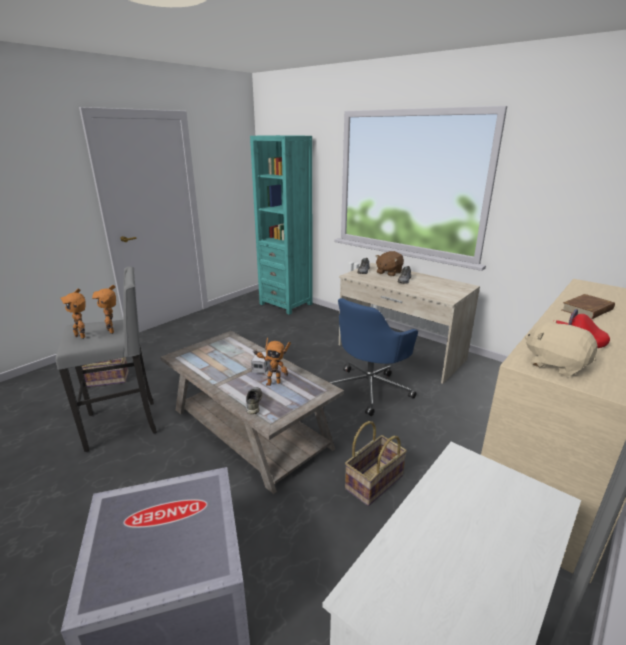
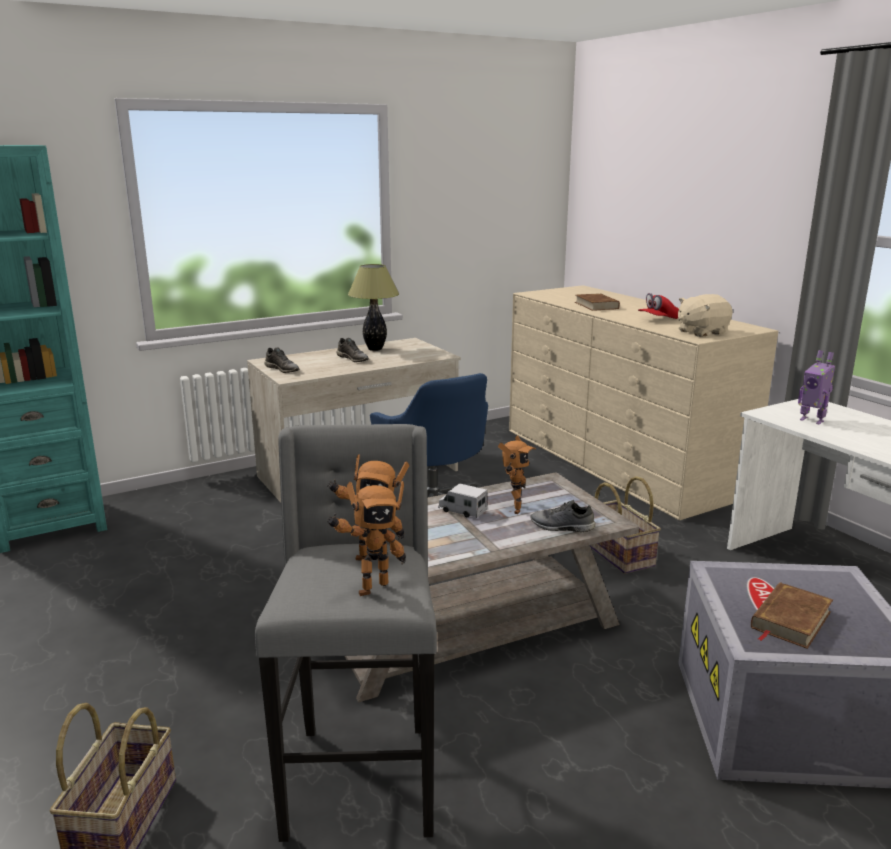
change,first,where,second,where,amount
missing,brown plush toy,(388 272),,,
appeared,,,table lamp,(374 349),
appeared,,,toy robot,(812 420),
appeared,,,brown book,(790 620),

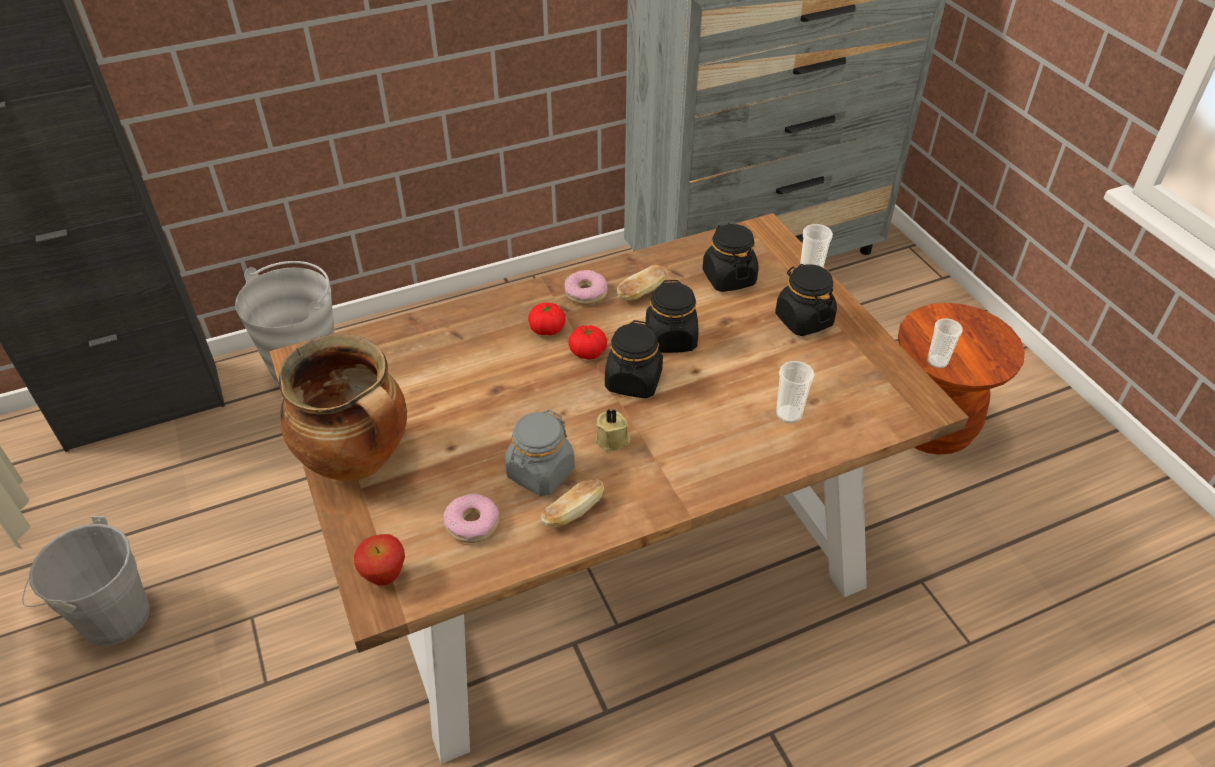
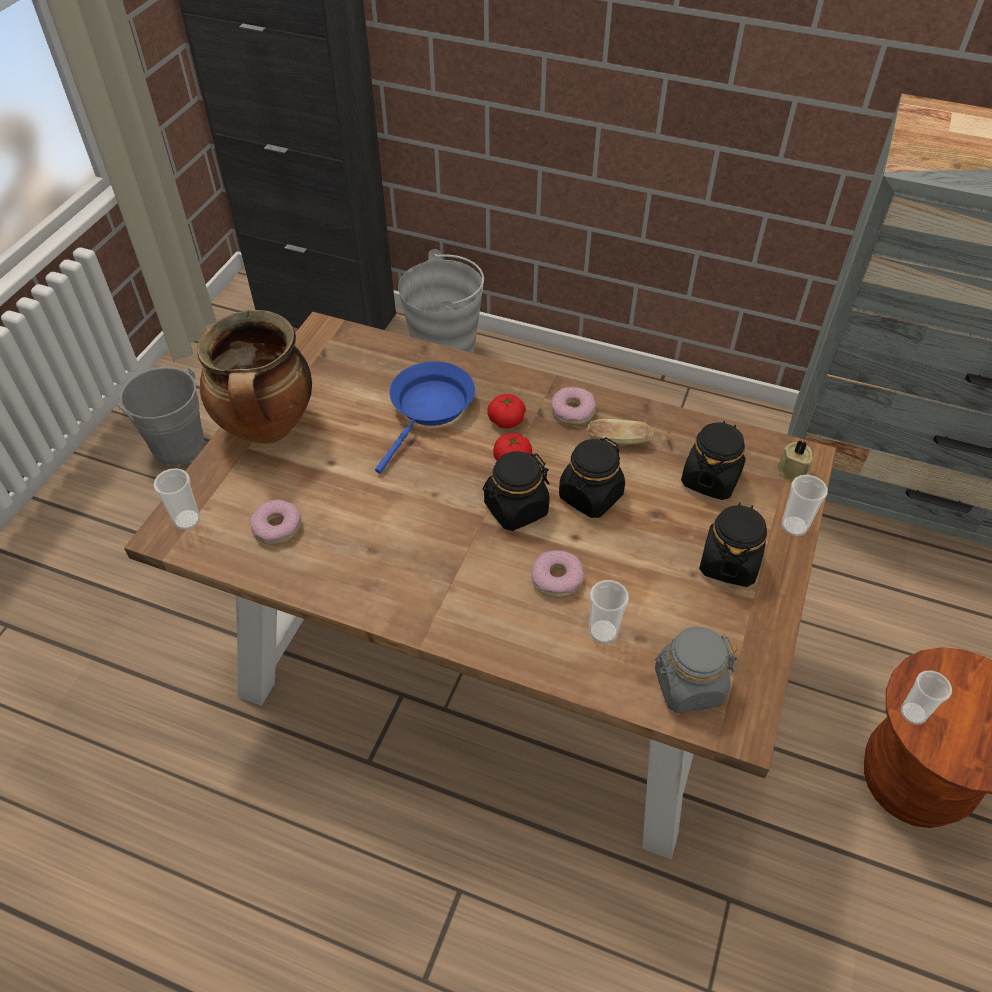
change,first,where,second,where,amount
relocated,beige candle,(613 440),,(793 471),
relocated,grey jar,(540 473),,(688 685),
missing,bread,(573 512),,,
exchanged,apple,(385 577),cup,(187 520),
appeared,,,blue frying pan,(429 409),
appeared,,,donut,(556 579),

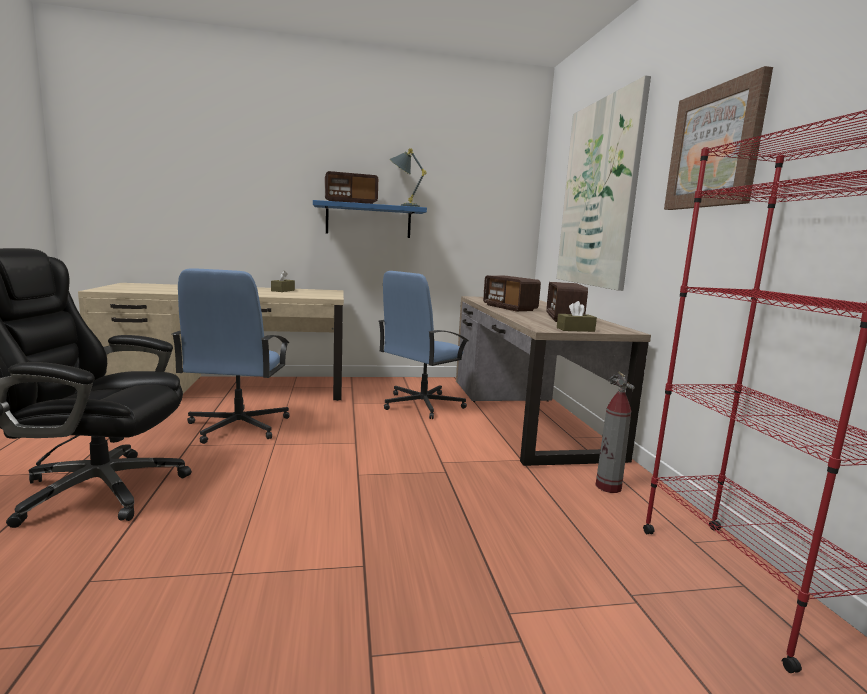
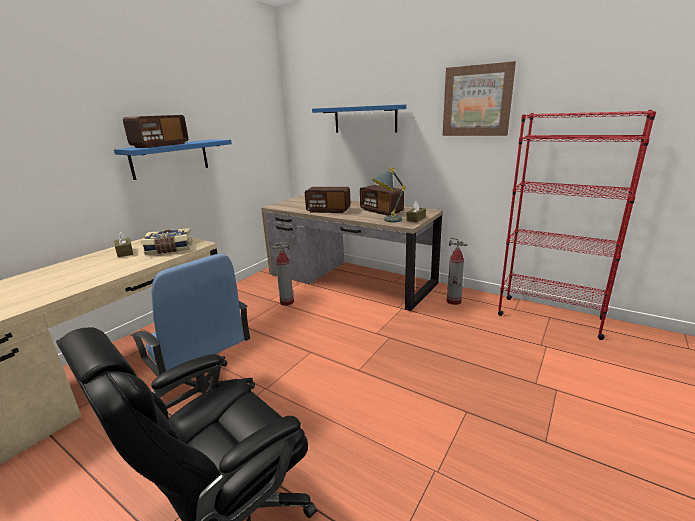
change,first,where,second,where,amount
exchanged,picture,(598 194),blue shelf,(365 119),
relocated,grey table lamp,(403 207),,(387 221),
exchanged,blue office chair,(421 405),fire extinguisher,(286 302),
appeared,,,book,(169 249),

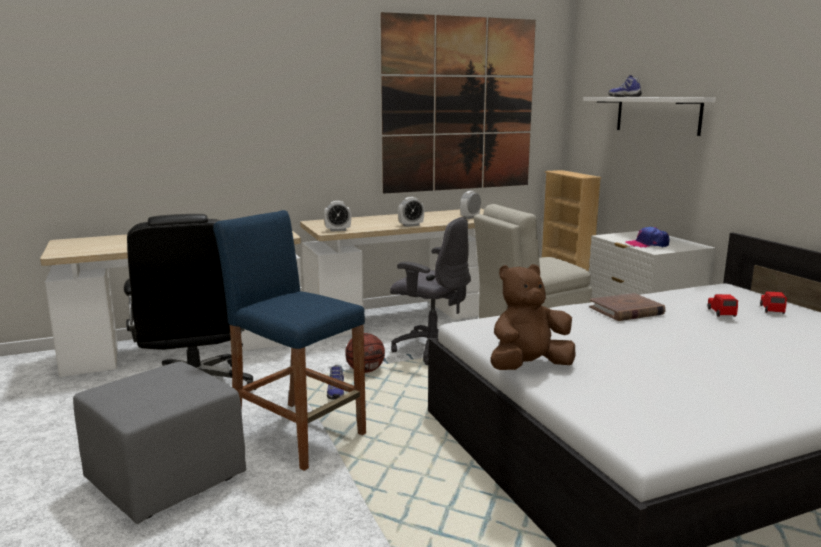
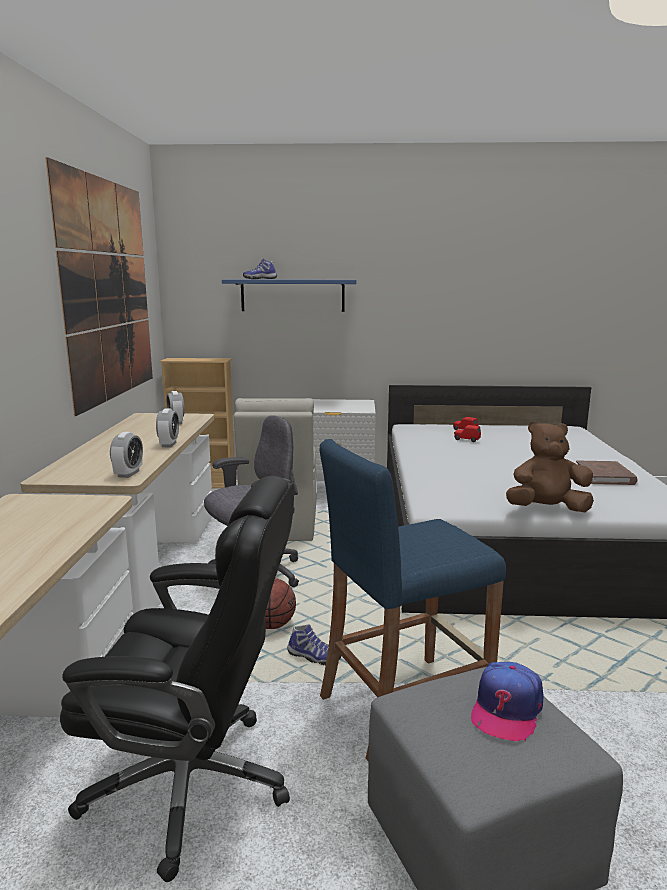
change,first,where,second,where,amount
colour,white shelf,(657 115),blue shelf,(292 295),
relocated,cap,(647 244),,(506 709),
spun,brown plush toy,(528 367),,(546 509),90 degrees clockwise
relocated,brown book,(626 311),,(605 476),

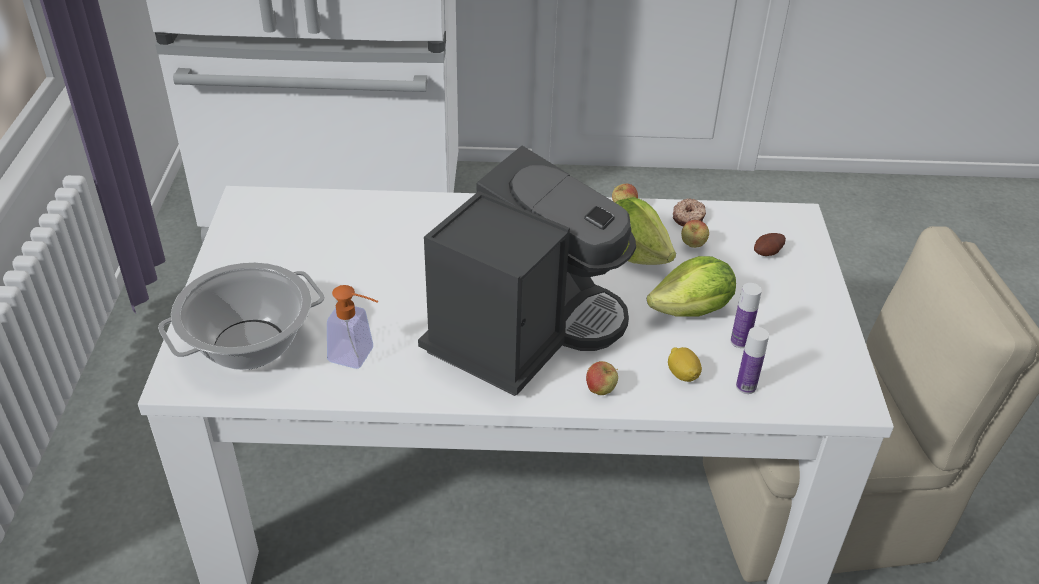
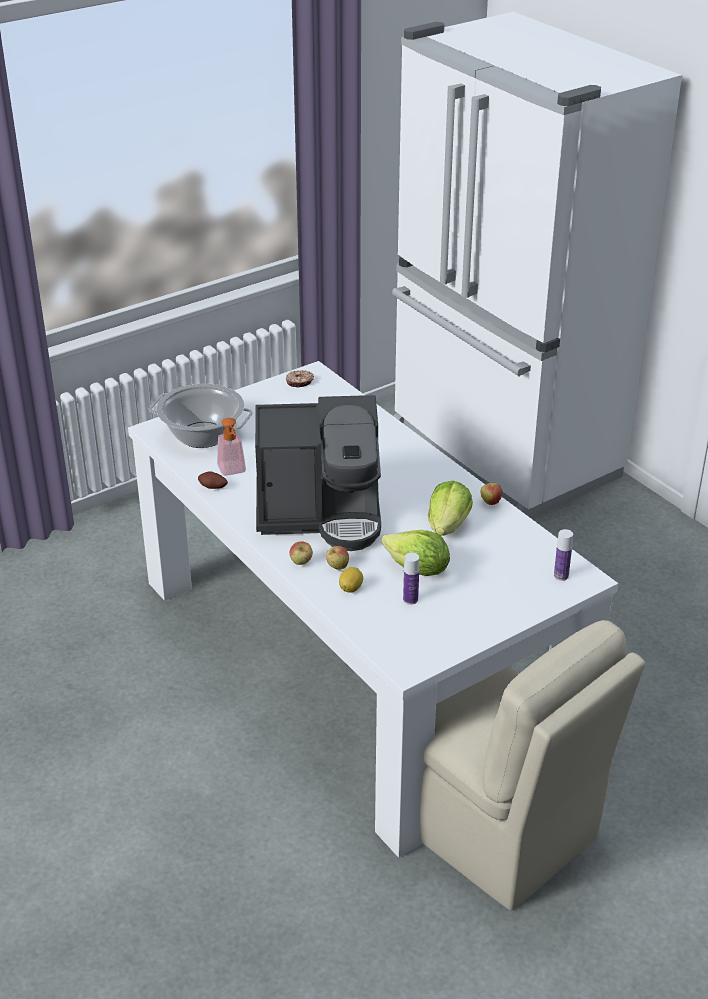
change,first,where,second,where,amount
relocated,donut,(689 218),,(299 382),
relocated,apple,(693 246),,(337 567),
relocated,potato,(768 253),,(212 488),
relocated,bottle,(746 386),,(561 576),

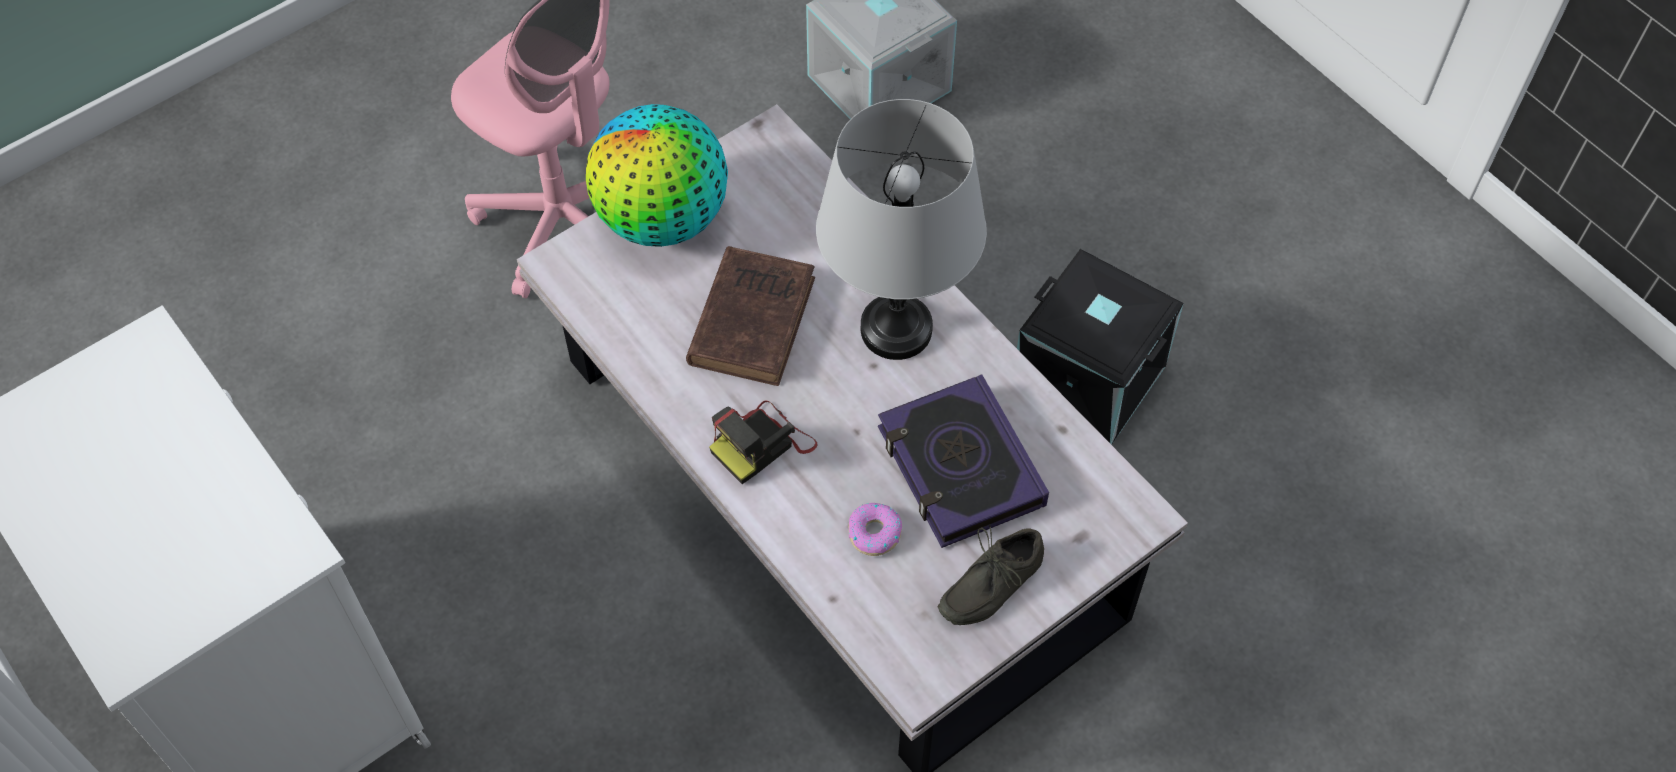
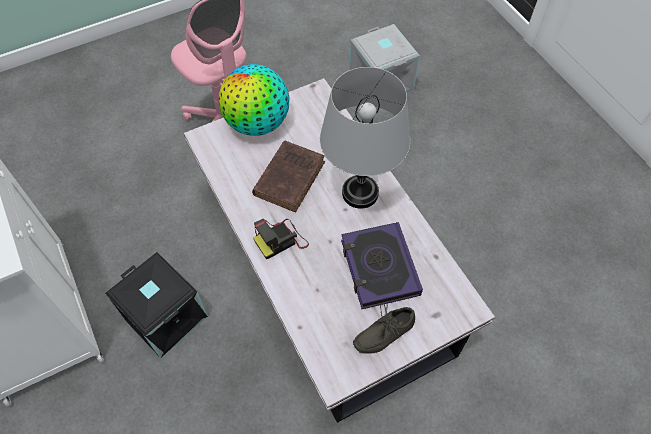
change,first,where,second,where,amount
relocated,black storage box,(1090 377),,(167 316),
missing,donut,(874 533),,,

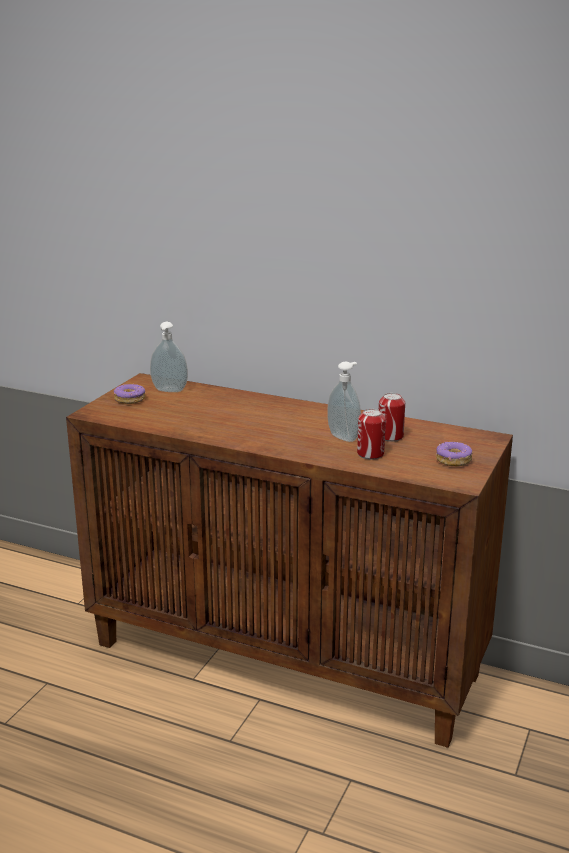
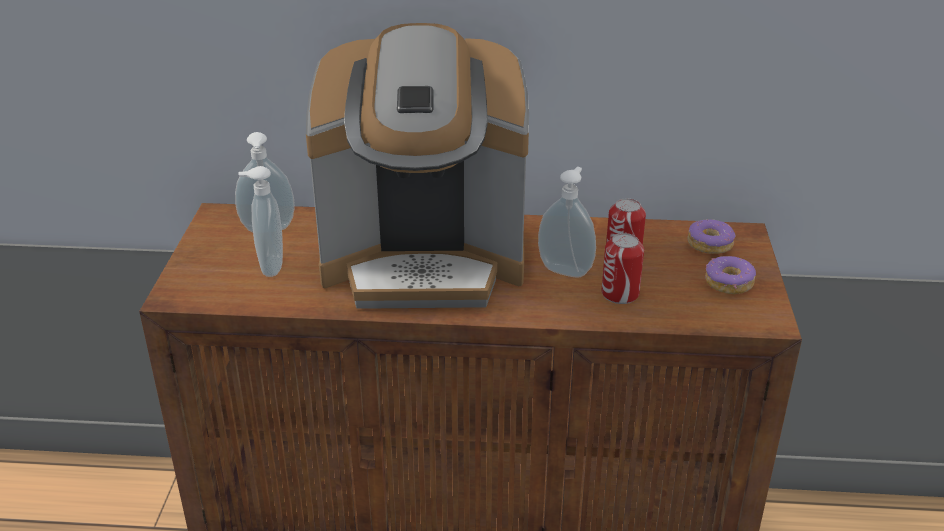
change,first,where,second,where,amount
relocated,donut,(130 399),,(710 244),
appeared,,,coffee machine,(424 261),
appeared,,,soap dispenser,(269 267),

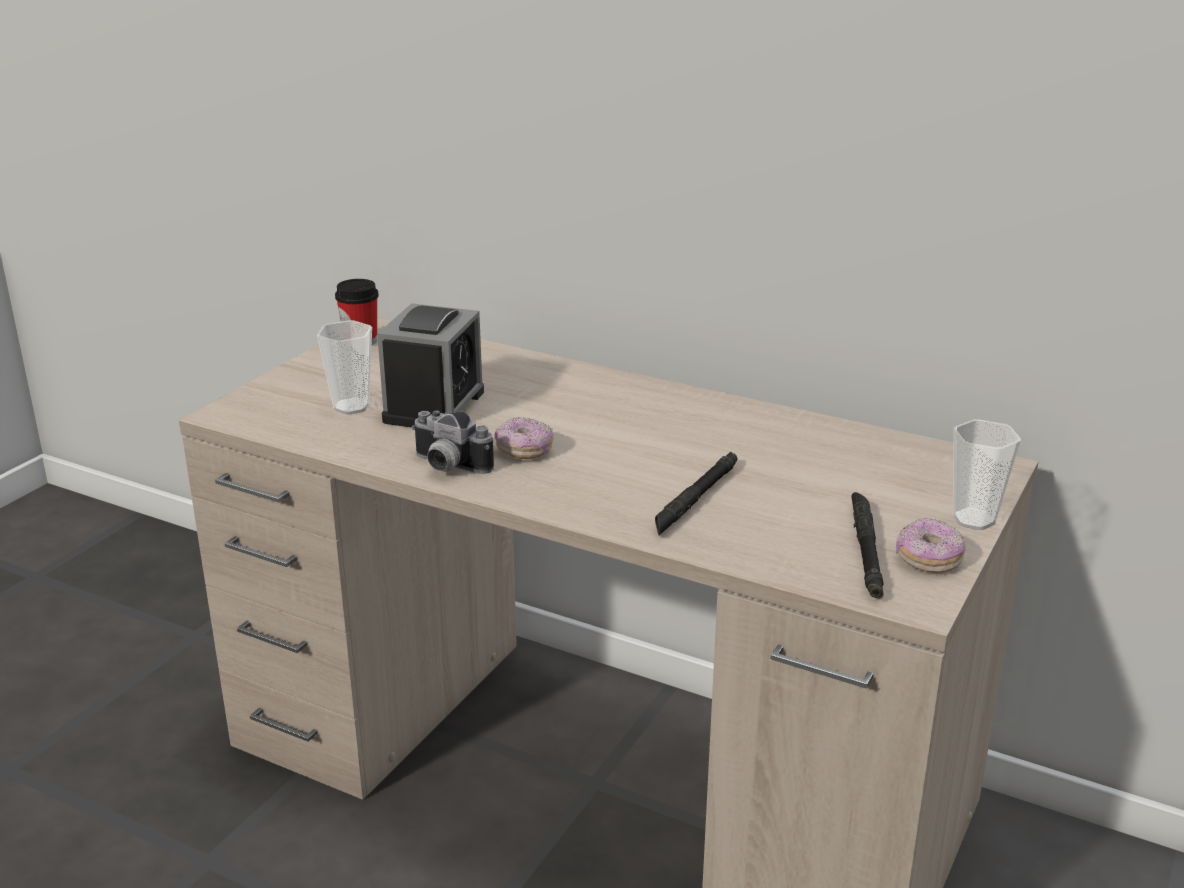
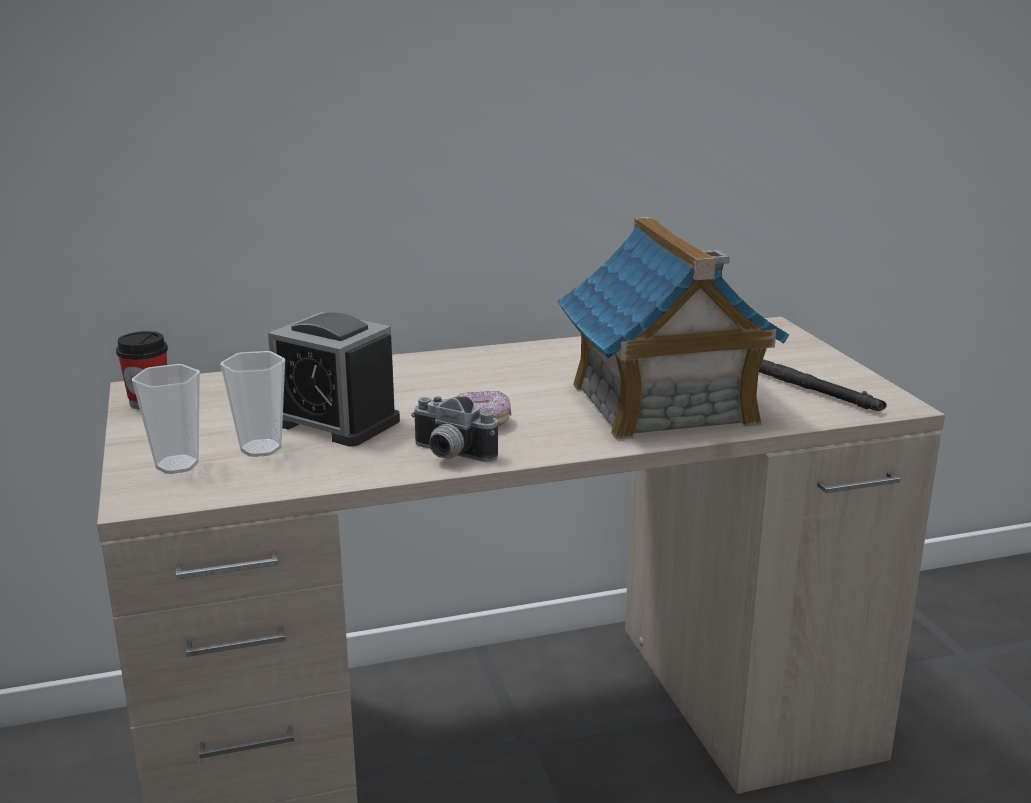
change,first,where,second,where,amount
spun,alarm clock,(434 406),,(336 422),150 degrees clockwise
spun,photo camera,(447 467),,(448 455),45 degrees clockwise
relocated,cup,(974 519),,(177 465),
exchanged,black flashlight,(695 499),toy house,(662 404),
missing,donut,(928 559),,,

